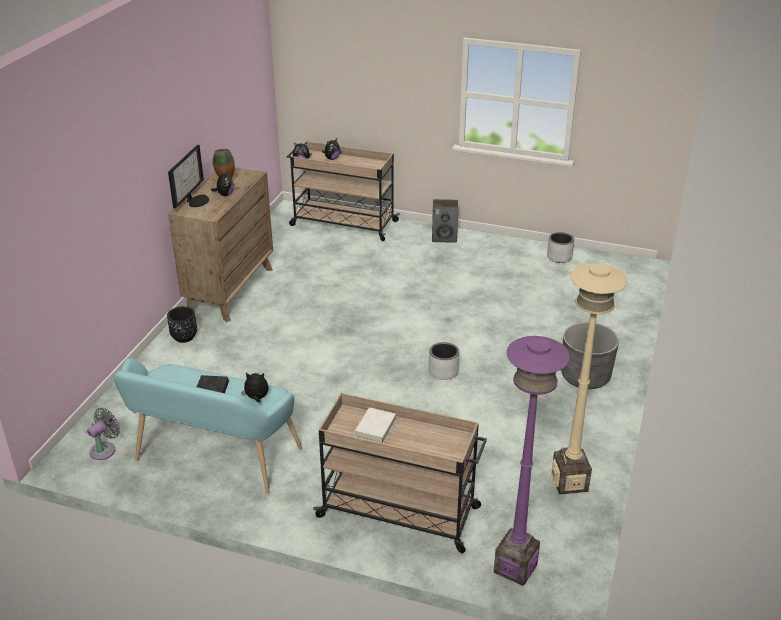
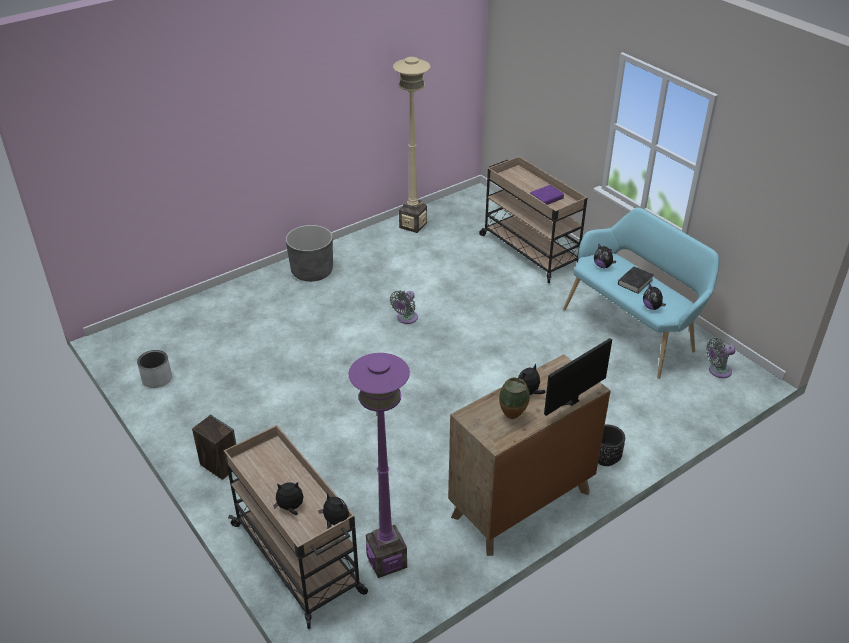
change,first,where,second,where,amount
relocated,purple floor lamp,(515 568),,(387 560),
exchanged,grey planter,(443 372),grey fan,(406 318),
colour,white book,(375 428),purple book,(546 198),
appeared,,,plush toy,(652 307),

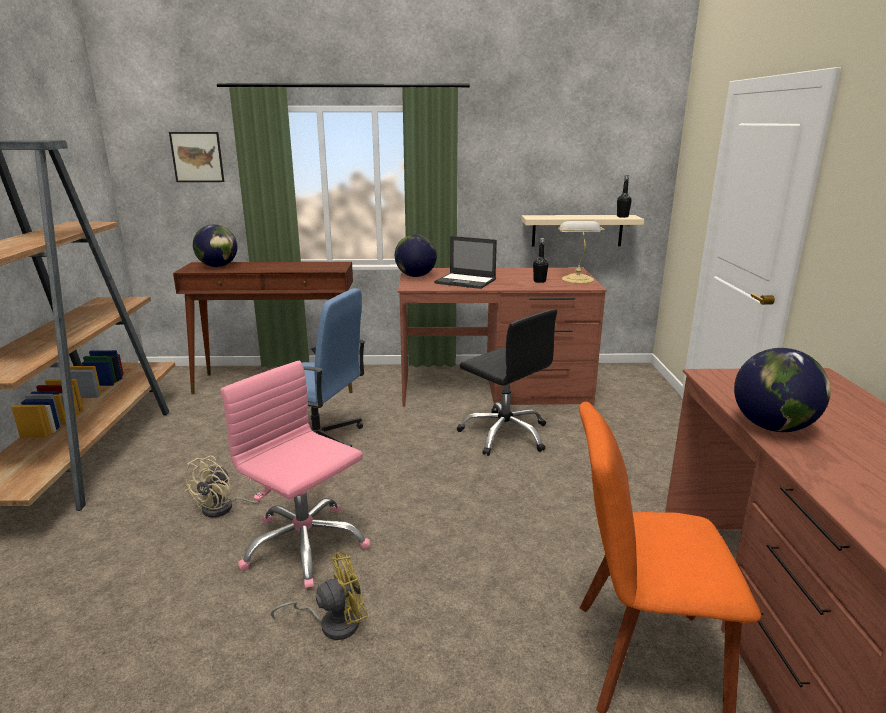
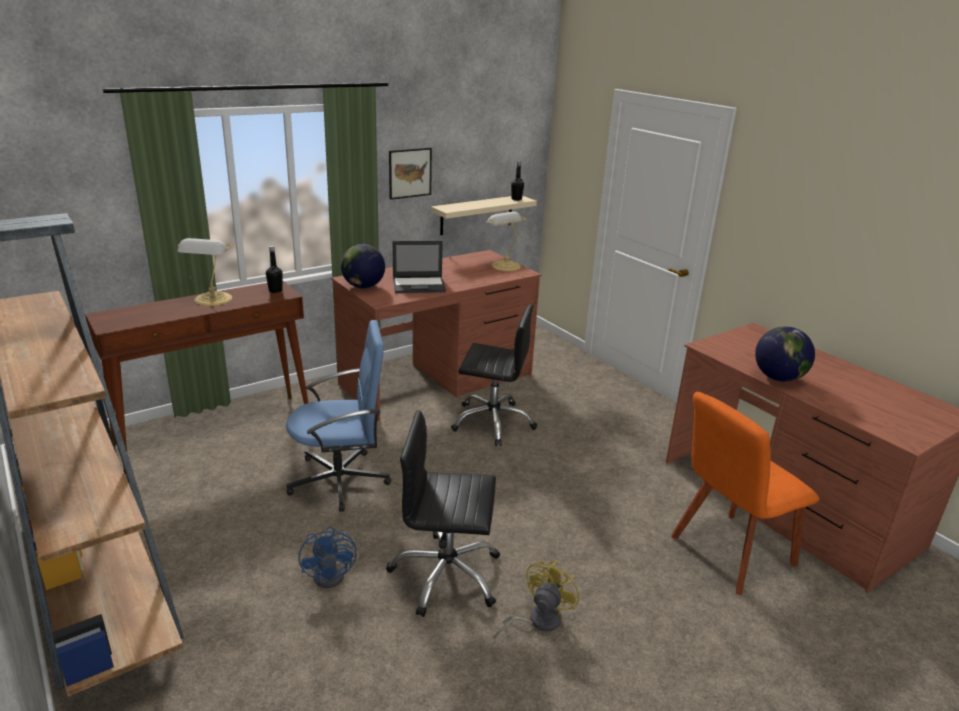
change,first,where,second,where,amount
relocated,picture,(197 157),,(410 173),
missing,globe,(218 266),,,
relocated,black bottle,(539 281),,(275 291),
colour,pink office chair,(304 545),black office chair,(446 575),
colour,beige fan,(225 508),blue fan,(334 574),
appeared,,,table lamp,(212 300),

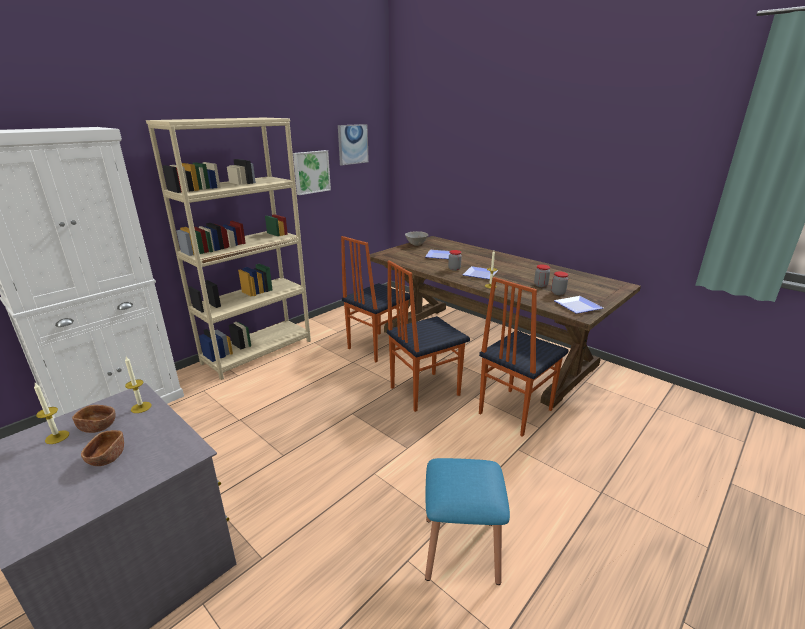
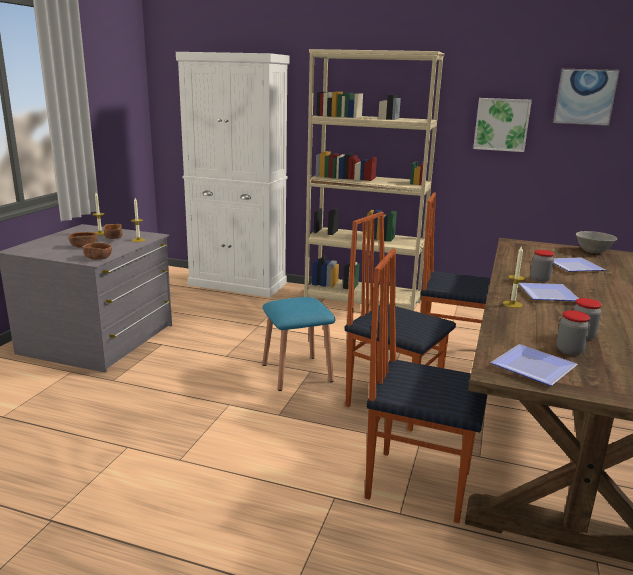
change,first,where,second,where,amount
relocated,blue stool,(461 549),,(297 373),
appeared,,,brown bowl,(98 258),

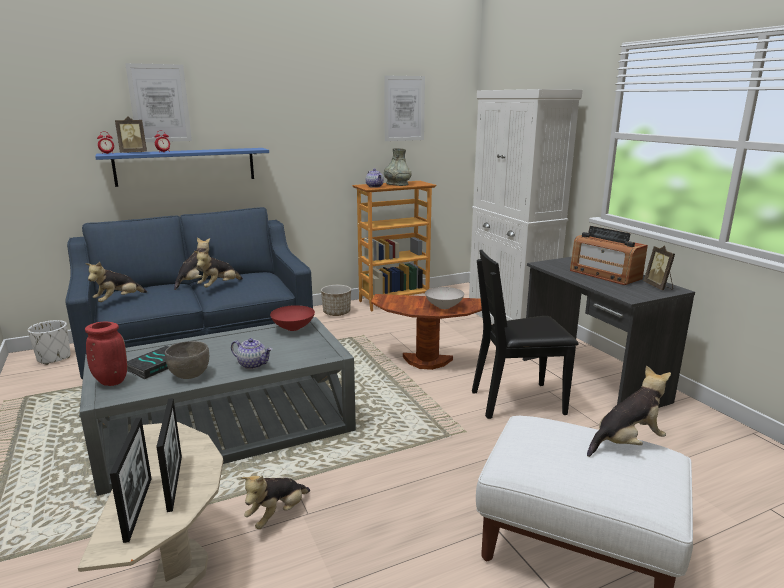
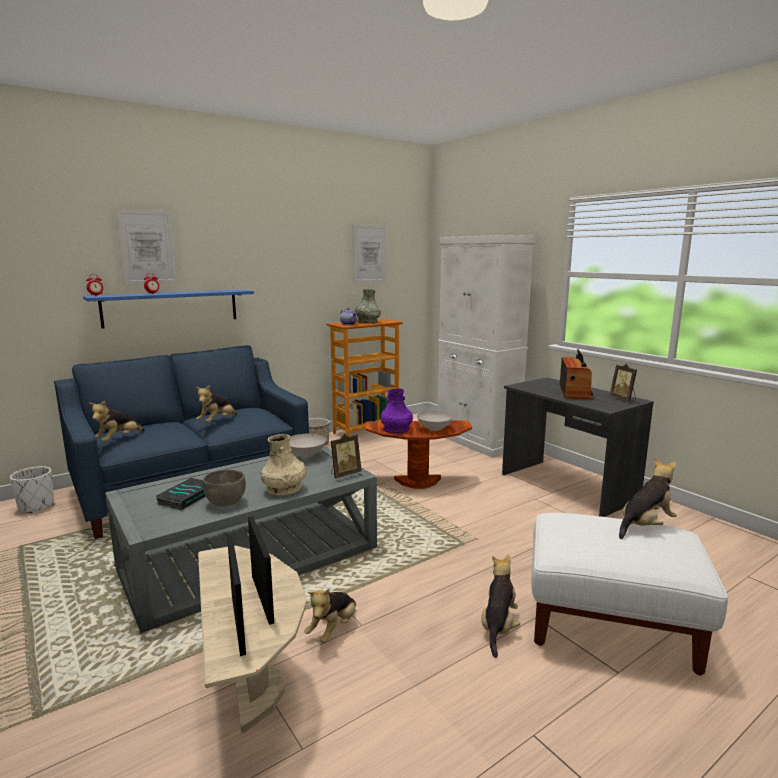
change,first,where,second,where,amount
relocated,picture frame,(133 153),,(344 474),
spun,radio,(604 275),,(574 392),120 degrees counterclockwise
relocated,plush toy,(196 281),,(498 627),
missing,black chair,(518 401),,,
colour,red bowl,(294 328),white bowl,(306 455),
missing,red vase,(110 381),,,
exchanged,teapot,(253 364),beige vase,(284 489),
appeared,,,purple vase,(396 429),

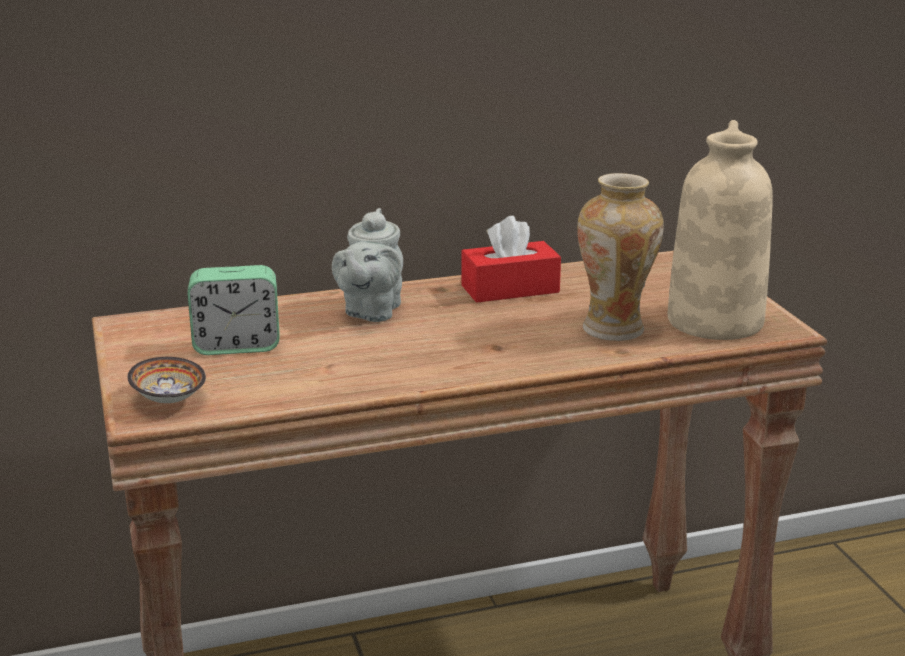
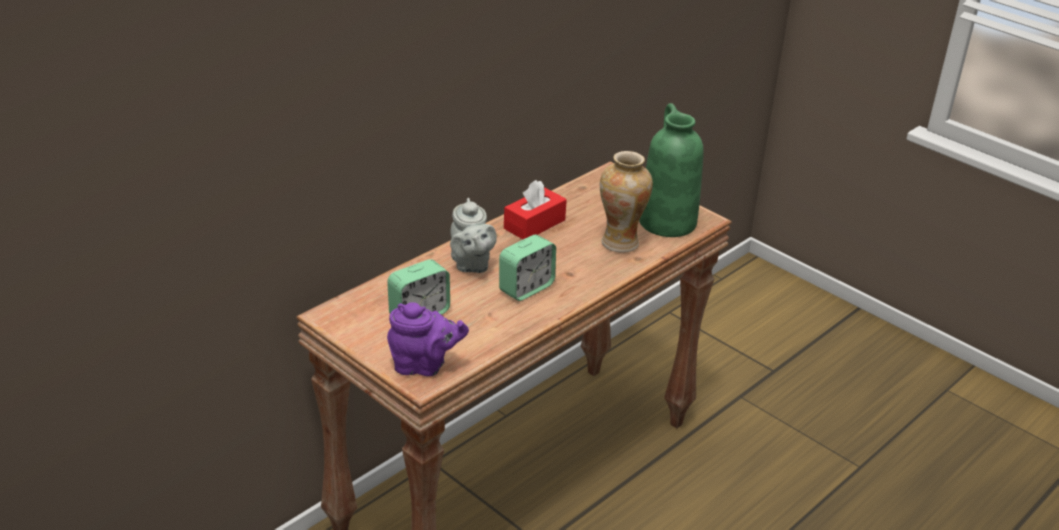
change,first,where,second,where,amount
colour,beige vase,(714 320),green vase,(666 221),
exchanged,bowl,(169 399),purple teapot,(424 366),
appeared,,,alarm clock,(526 288),

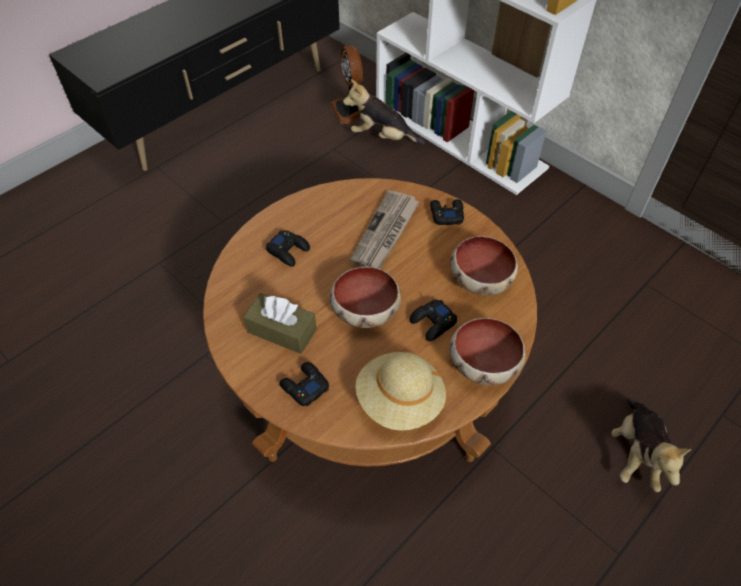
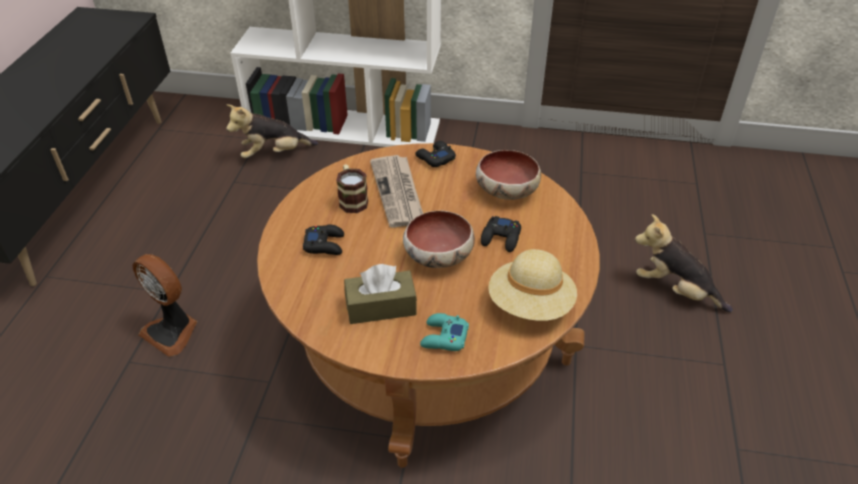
change,first,where,second,where,amount
relocated,fan,(350 110),,(172 331),
missing,bowl,(482 364),,,
colour,black game controller,(304 386),turquoise game controller,(443 337),
spun,plush toy,(635 453),,(675 290),150 degrees clockwise
appeared,,,mug,(352 199),

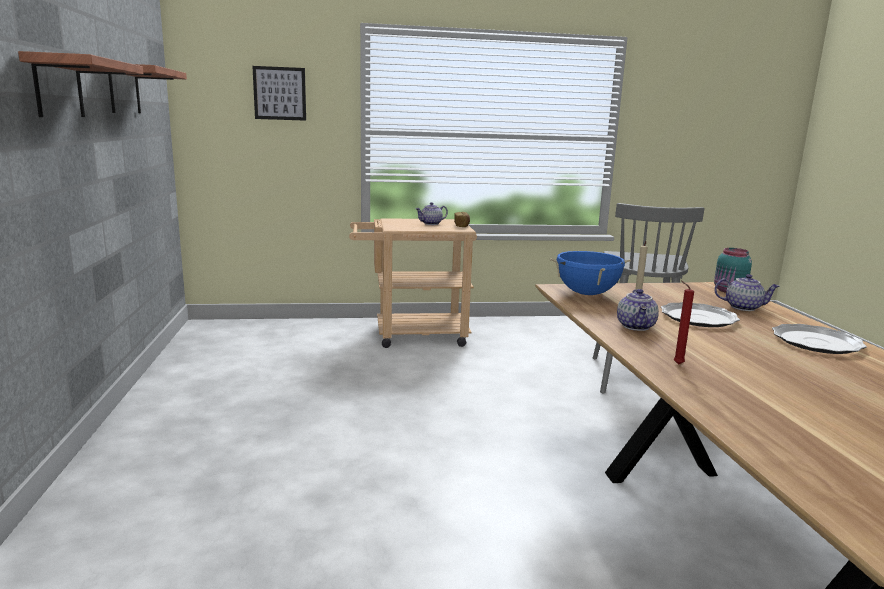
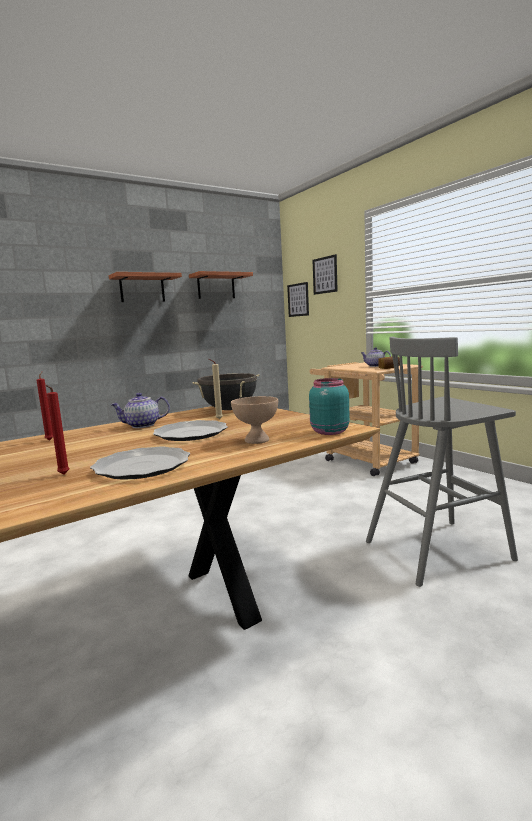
change,first,where,second,where,amount
colour,blue cooking pot,(587 294),black cooking pot,(229 409),
exchanged,teapot,(743 307),beige bowl,(257 440),
appeared,,,picture,(298 300),
appeared,,,red candle,(62 475),

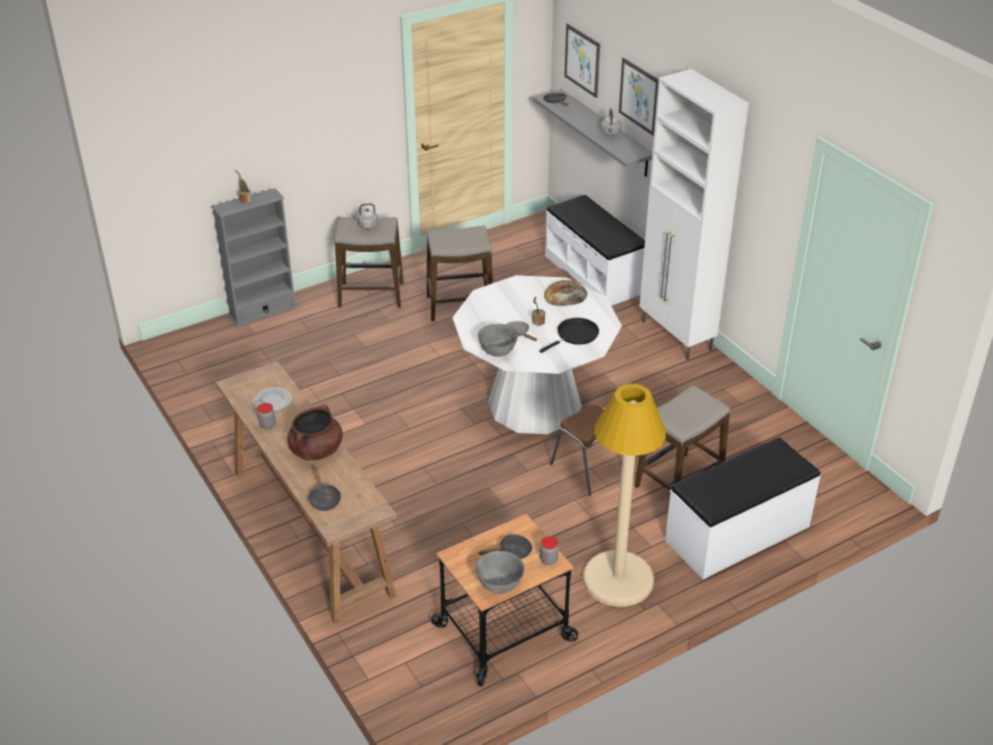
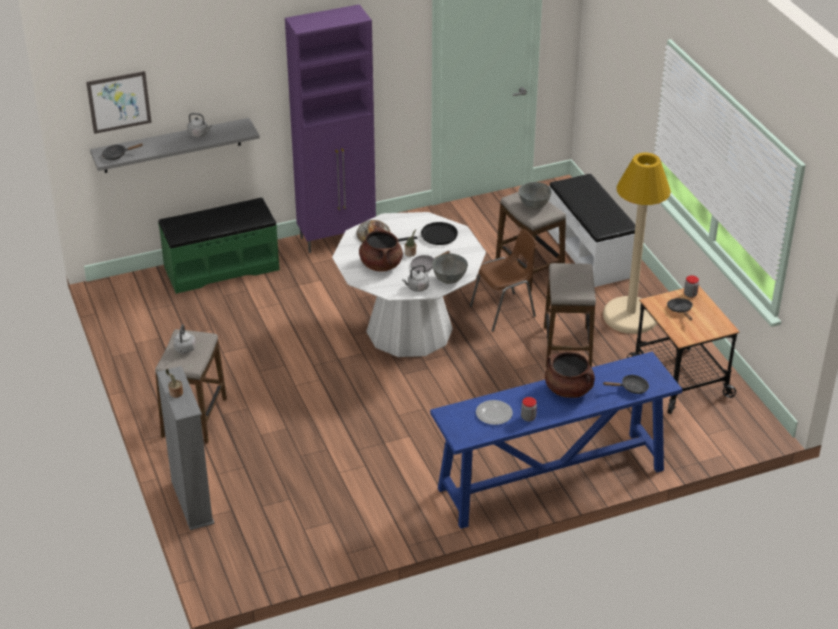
change,first,where,second,where,amount
missing,picture,(639 96),,,
colour,white cabinet,(676 336),purple cabinet,(338 238),
colour,white bench,(594 274),green bench,(221 268),
relocated,stool,(459 306),,(567 347),
spun,black frying pan,(575 335),,(436 236),105 degrees clockwise
colour,brown console table,(310 530),blue console table,(550 480),
relocated,grey bowl,(500 585),,(533 206),
appeared,,,brown cooking pot,(380 265),
appeared,,,grey kettle,(417 288),

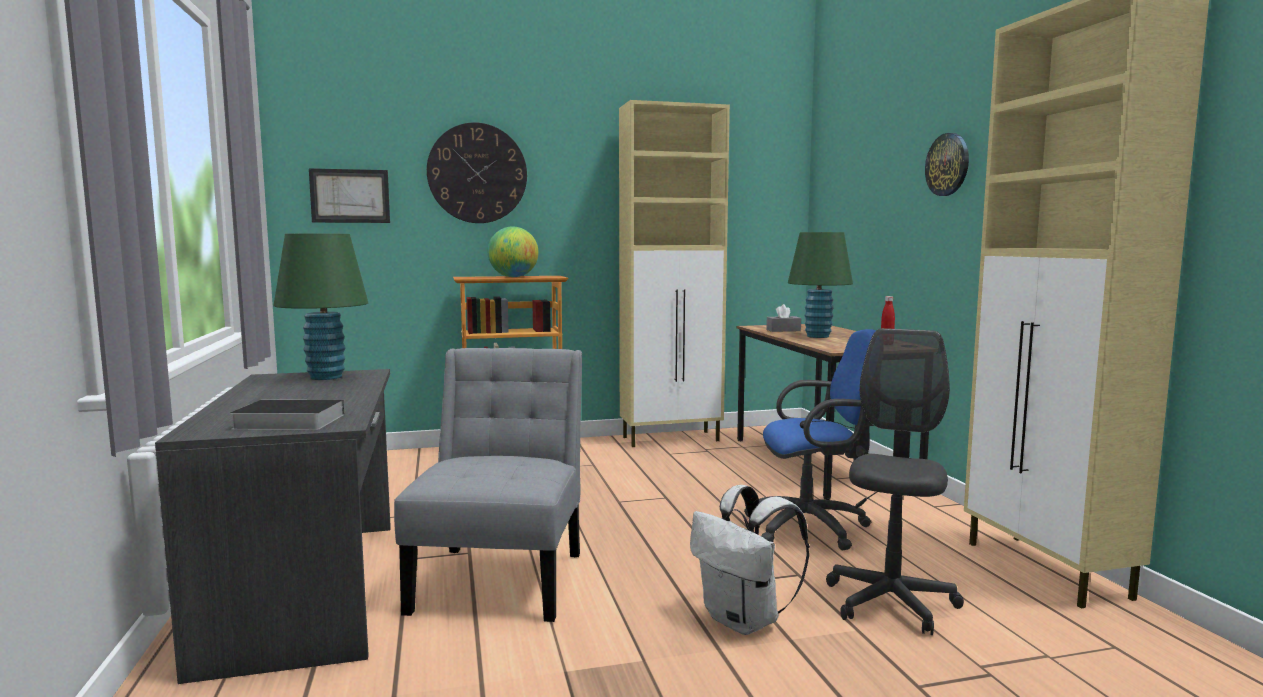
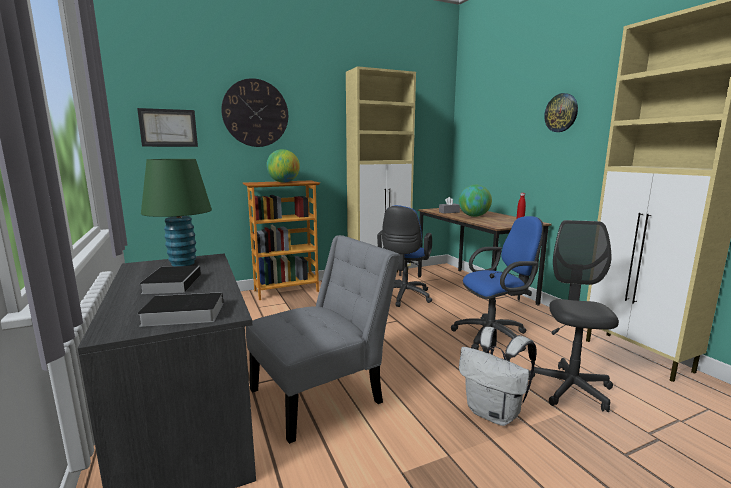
change,first,where,second,where,amount
exchanged,green table lamp,(817 336),globe,(474 216),
spun,grey chair,(502 577),,(322 394),60 degrees clockwise
appeared,,,blue office chair,(403 297),
appeared,,,book,(172 283),

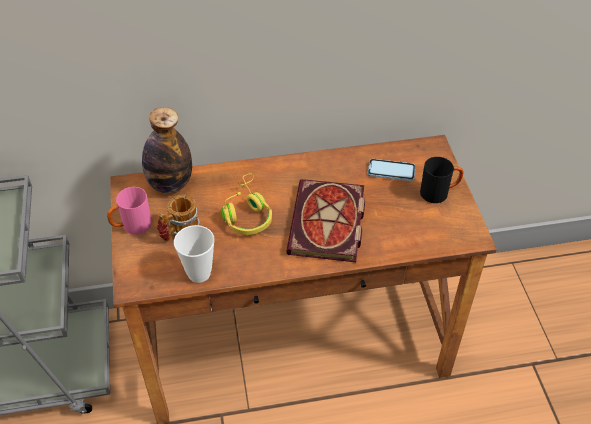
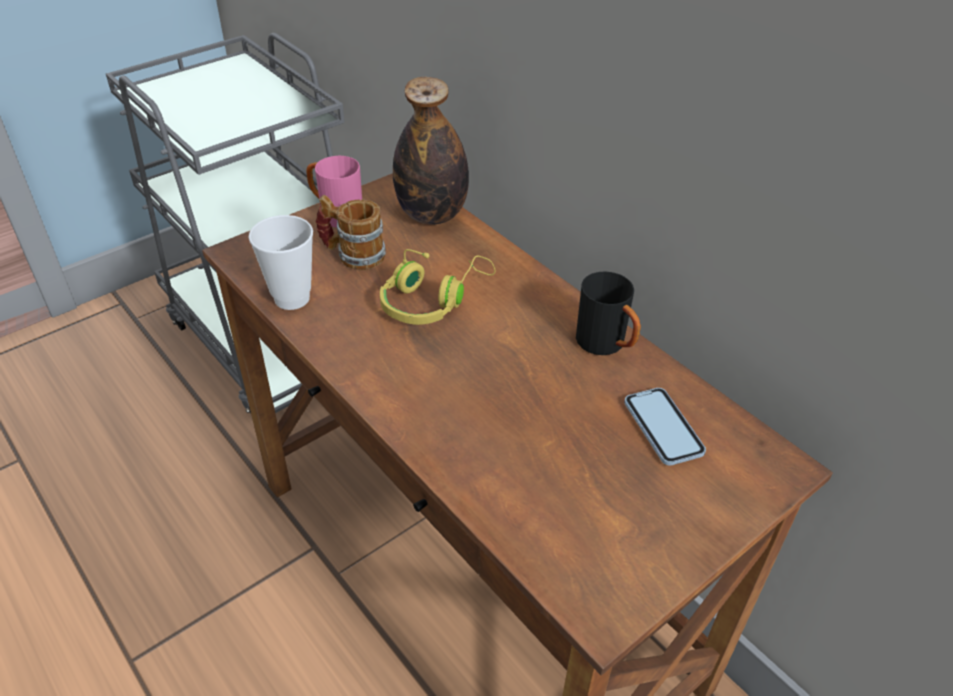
change,first,where,second,where,amount
relocated,black mug,(439 193),,(607 345),
missing,book,(328 225),,,

